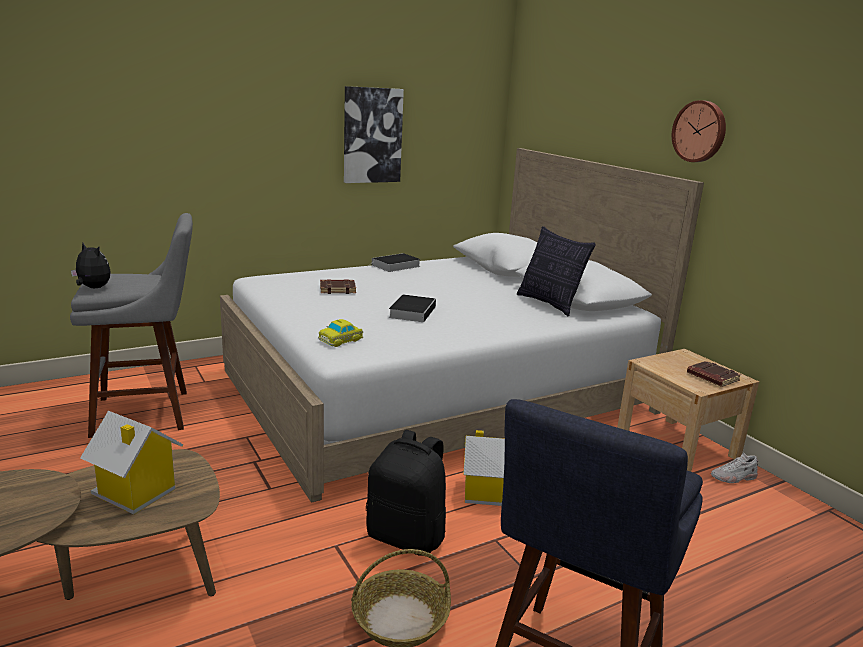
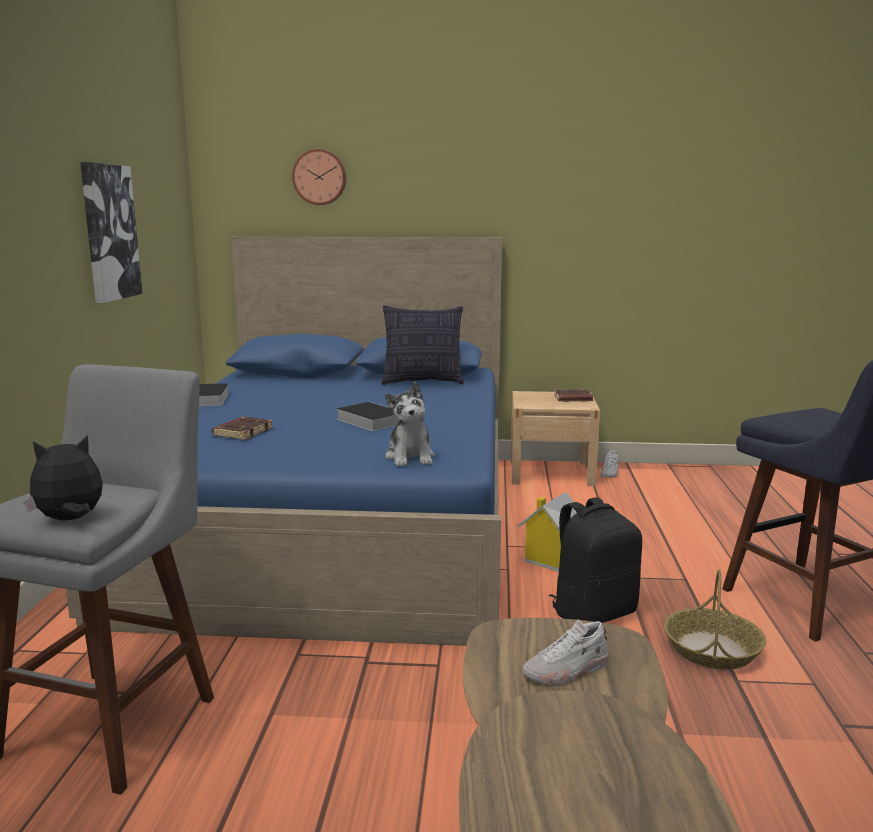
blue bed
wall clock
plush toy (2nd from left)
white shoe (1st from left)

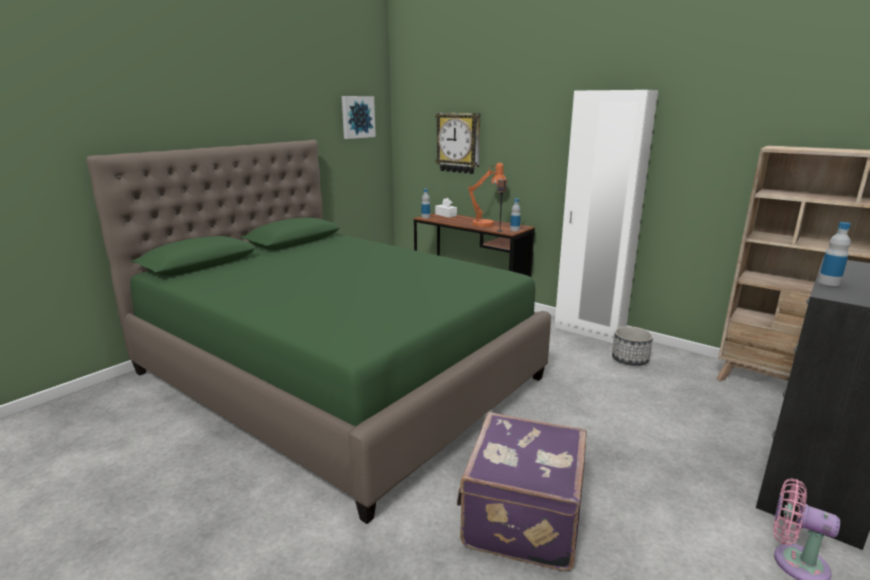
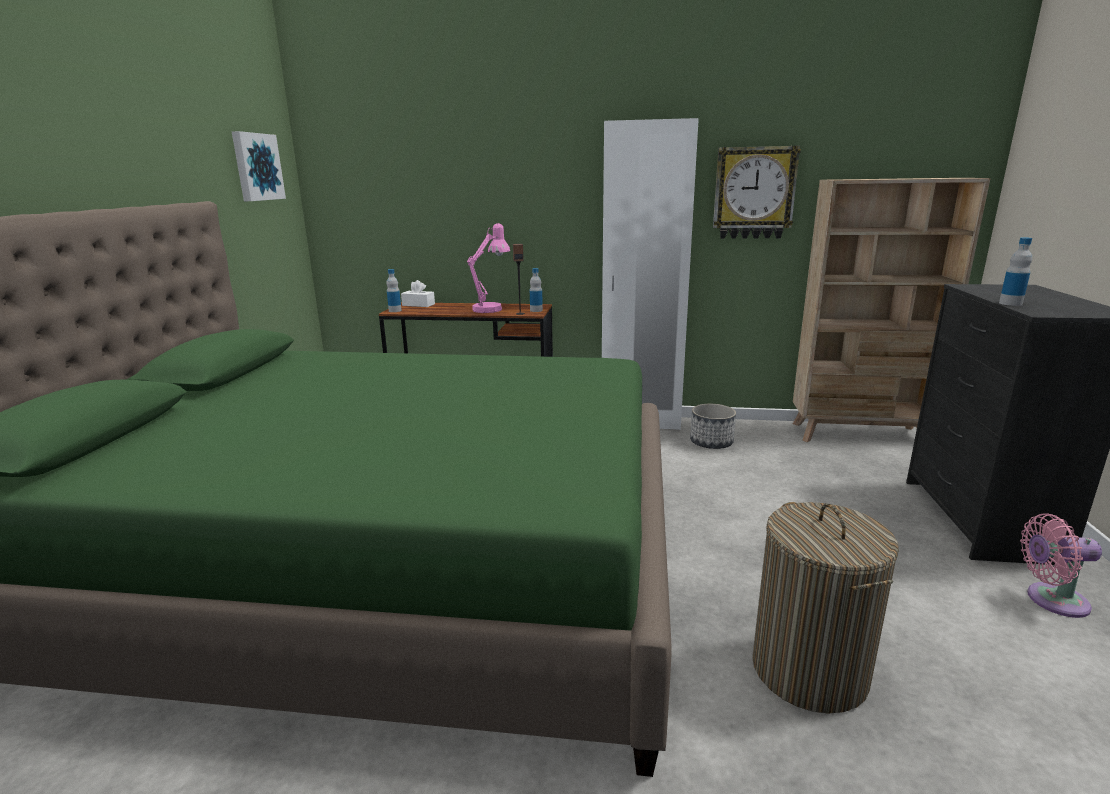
pink table lamp
wall clock
laundry basket

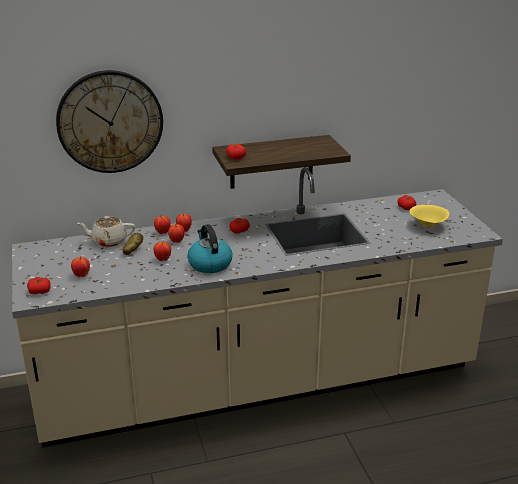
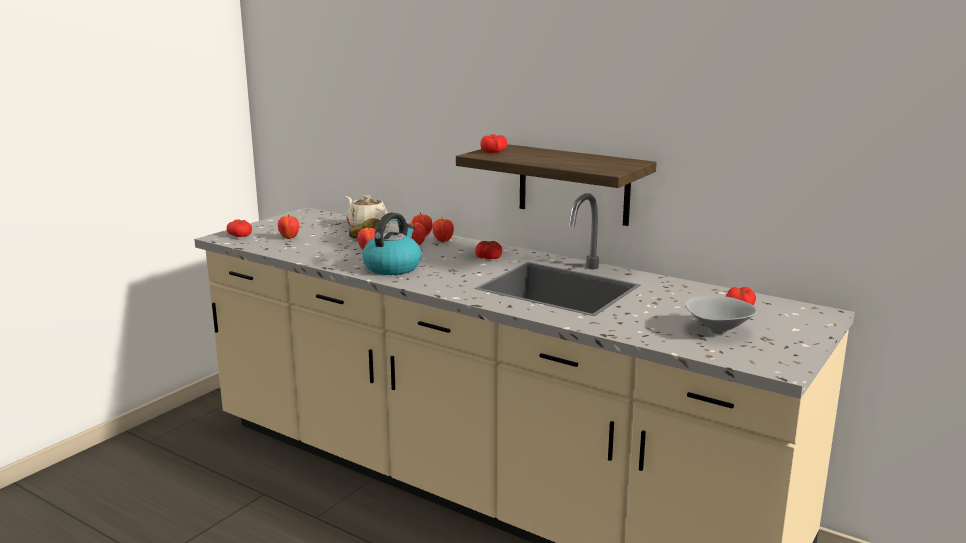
grey bowl
wall clock

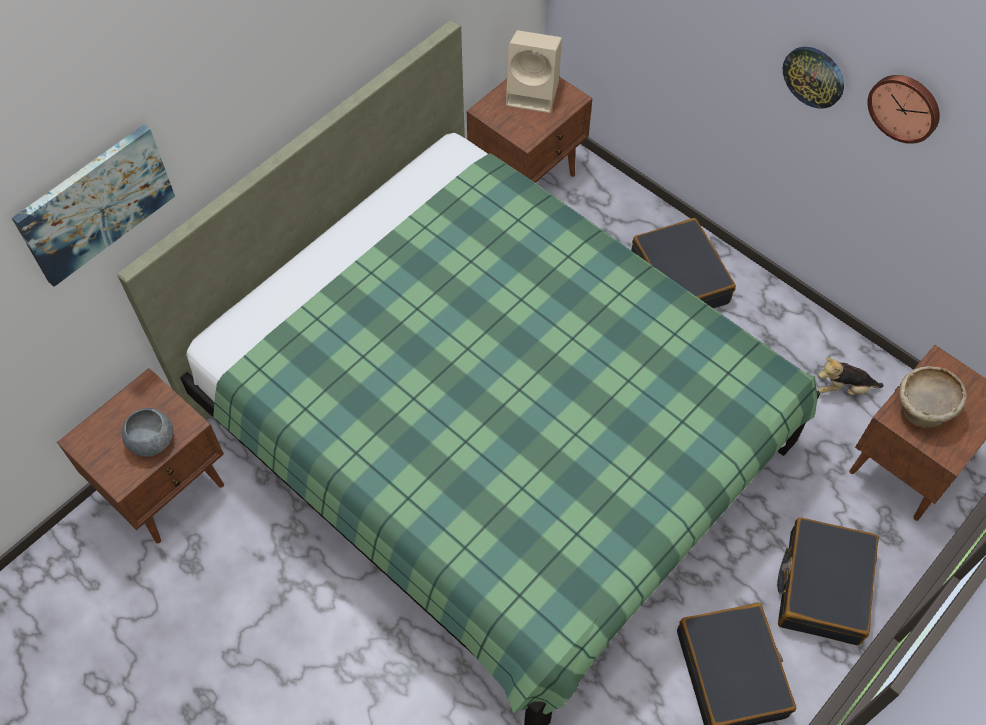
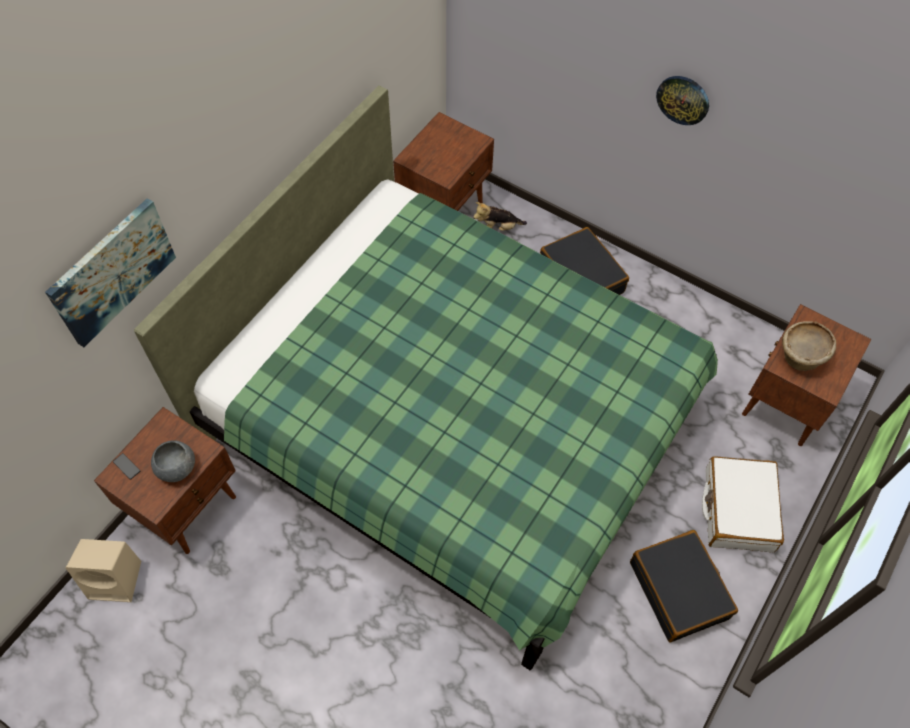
beige speaker
phone
plush toy
white suitcase
wall clock (2nd from left in the first image)

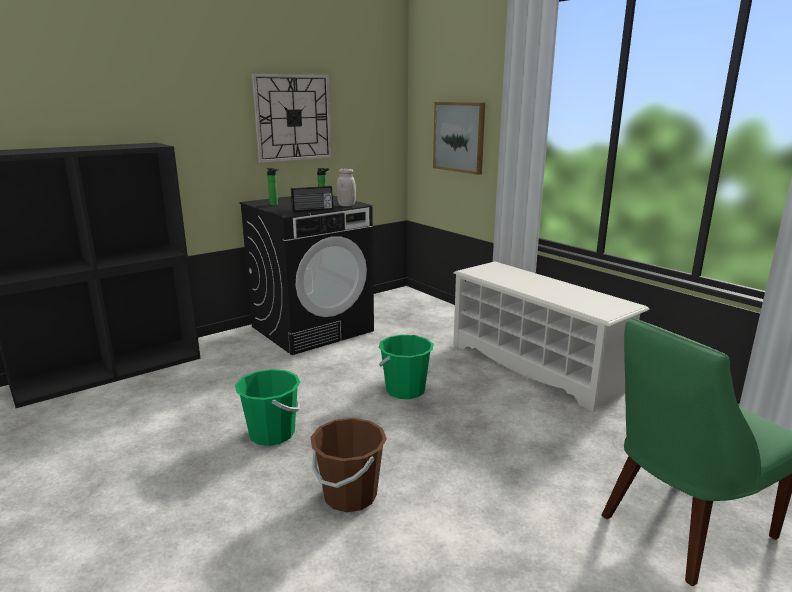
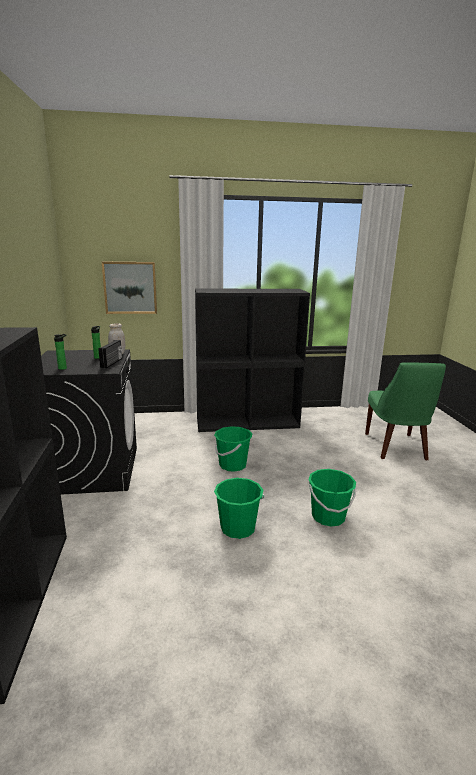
black bookcase (2nd from left)
green bucket (3rd from left)
wall clock

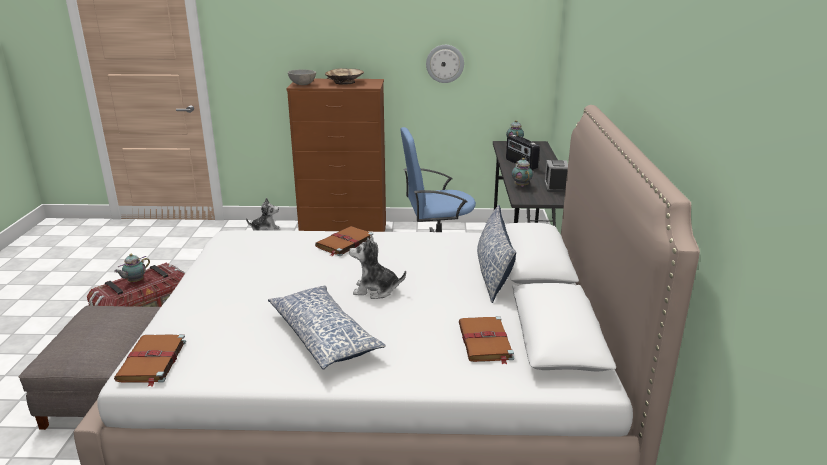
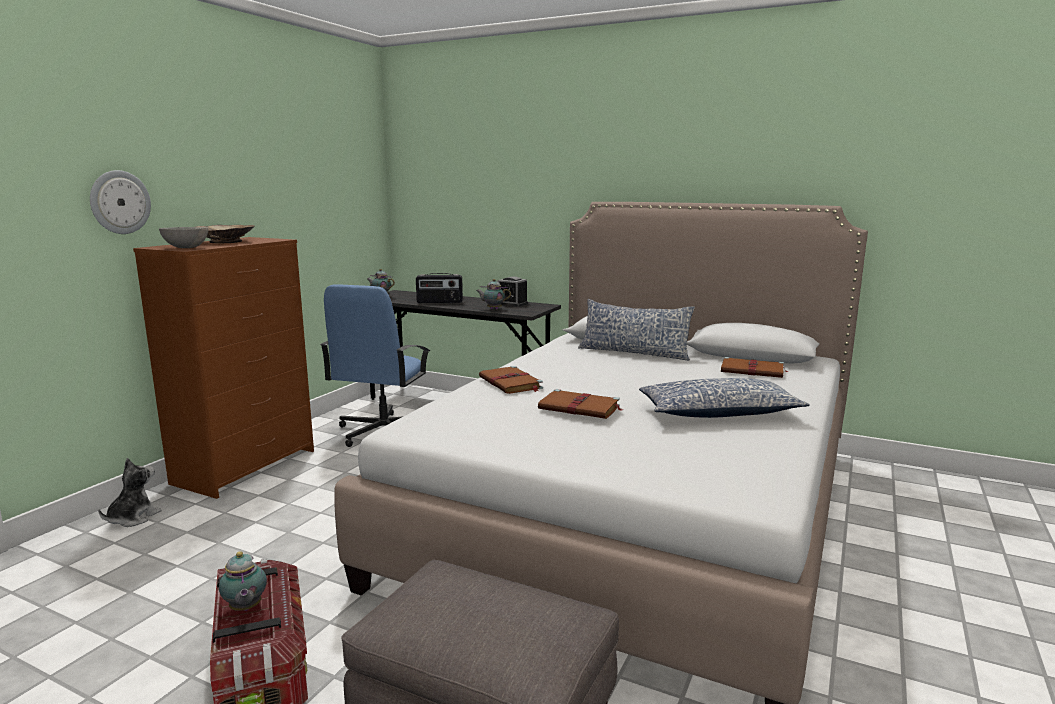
wall clock
brown book (2nd from left)
plush toy (2nd from left in the first image)

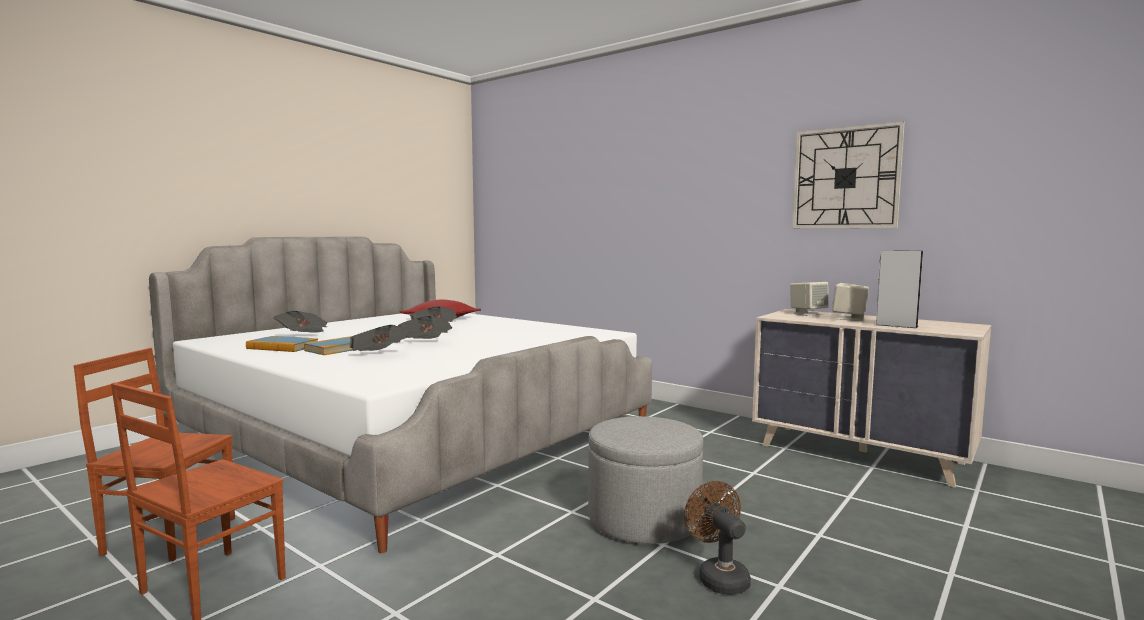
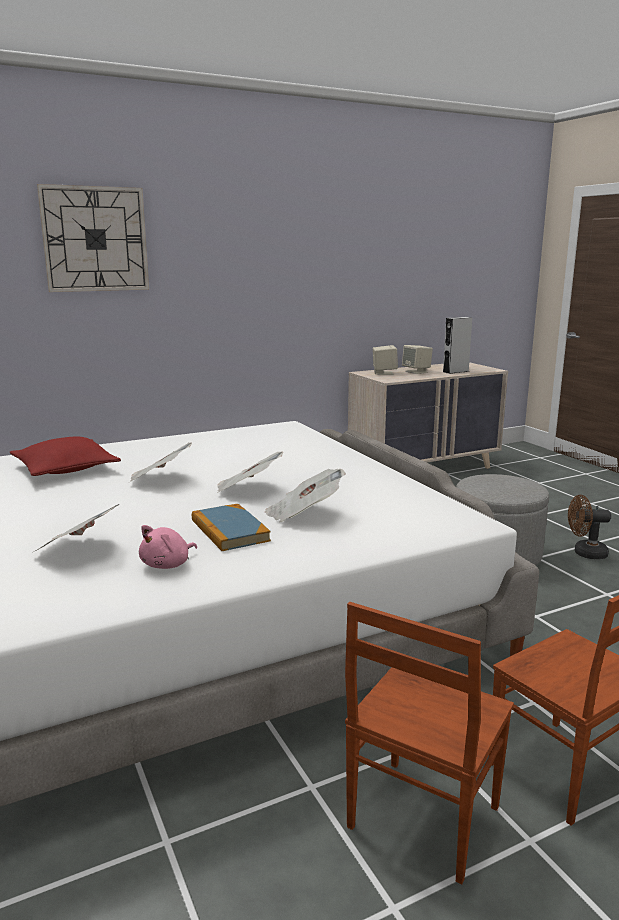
wall clock
pink plush toy

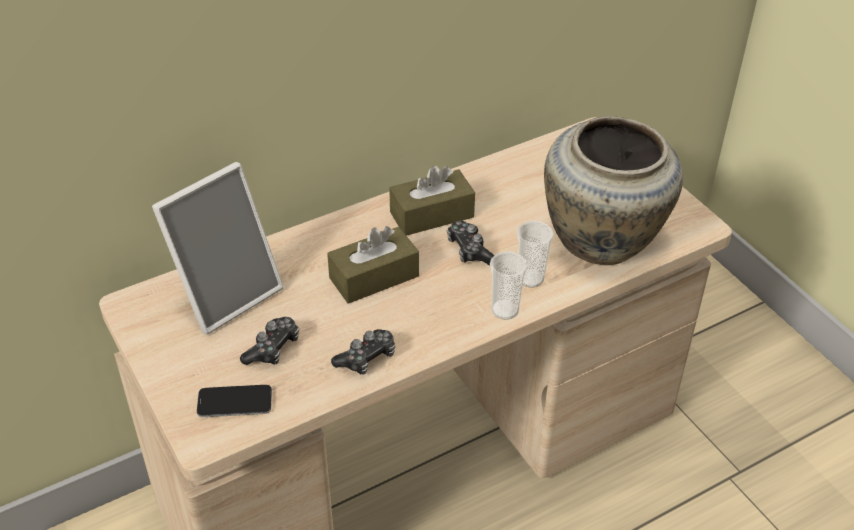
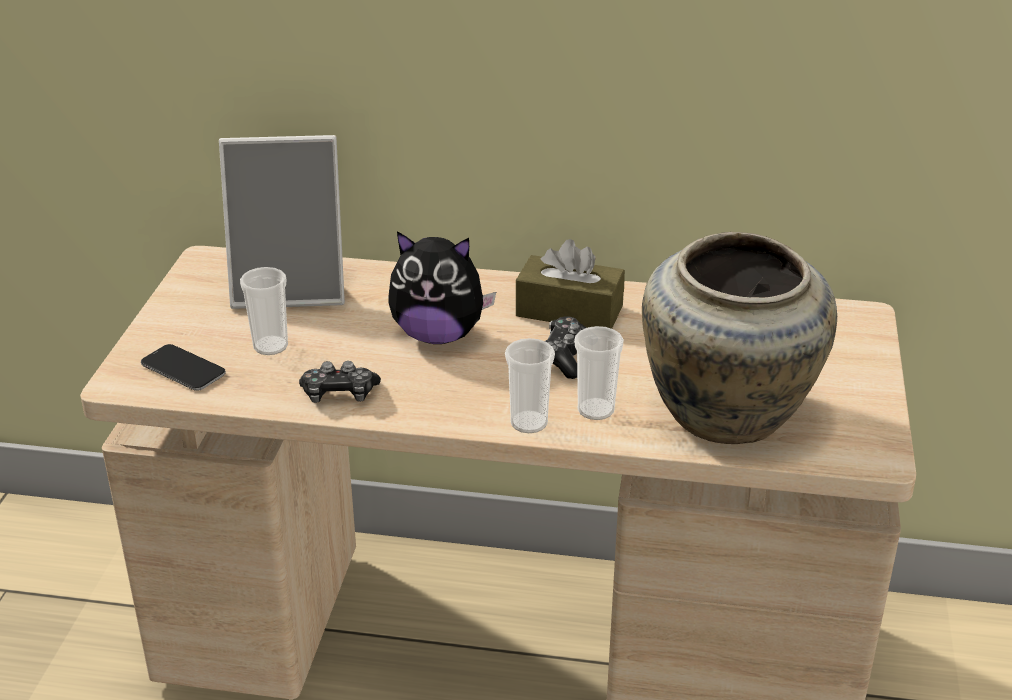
cup (1st from left)
plush toy

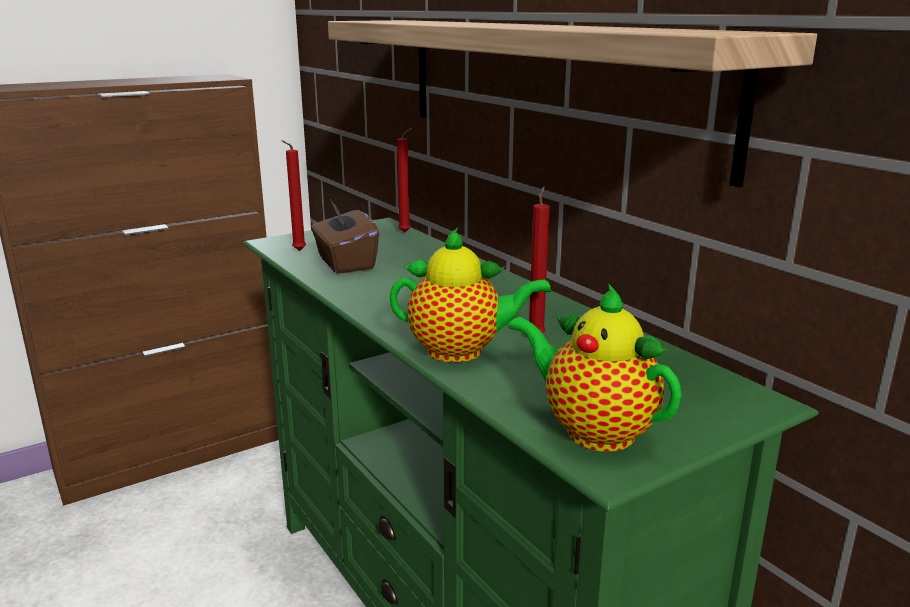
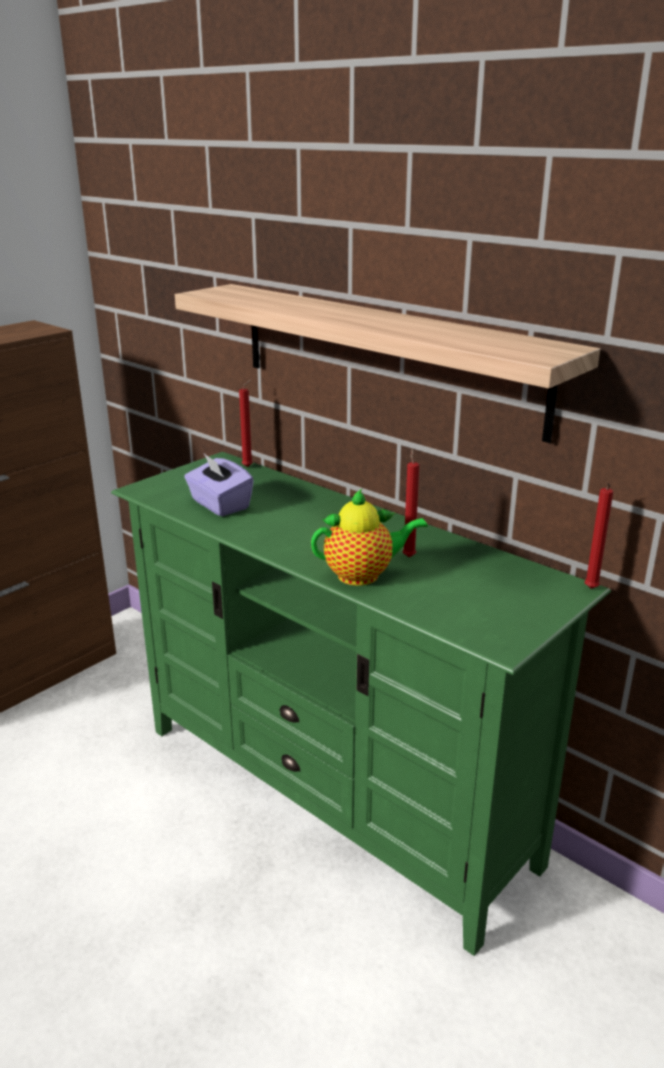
purple tissue box
red candle (3rd from left)
teapot (2nd from left in the first image)

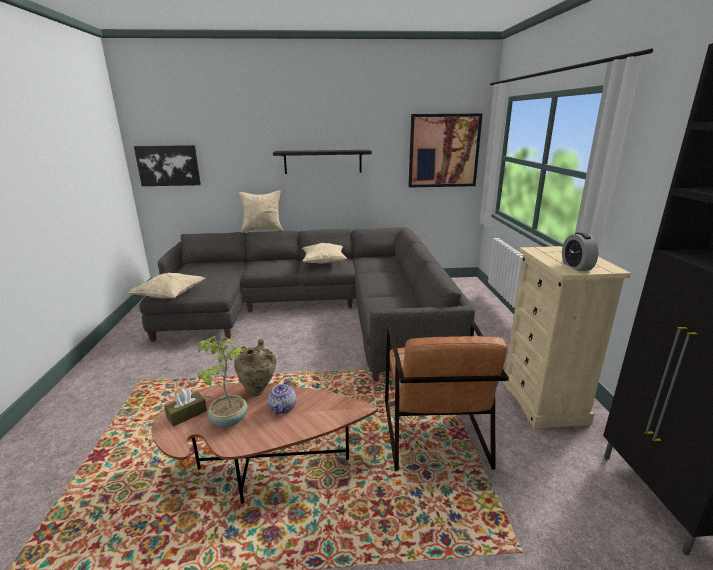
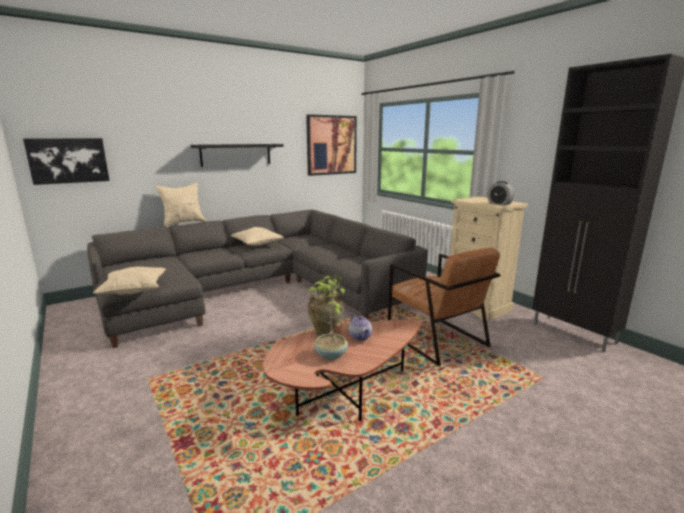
brown tissue box

